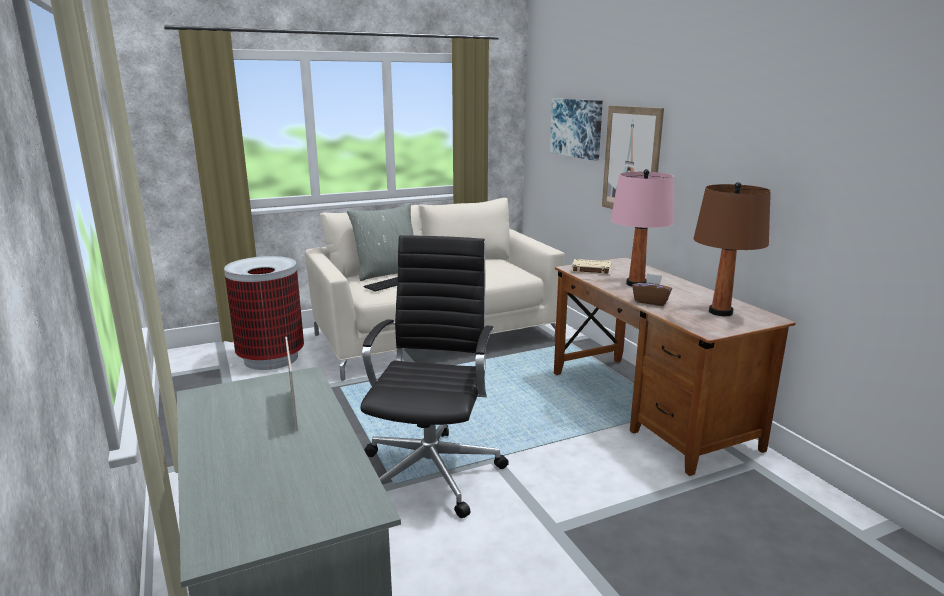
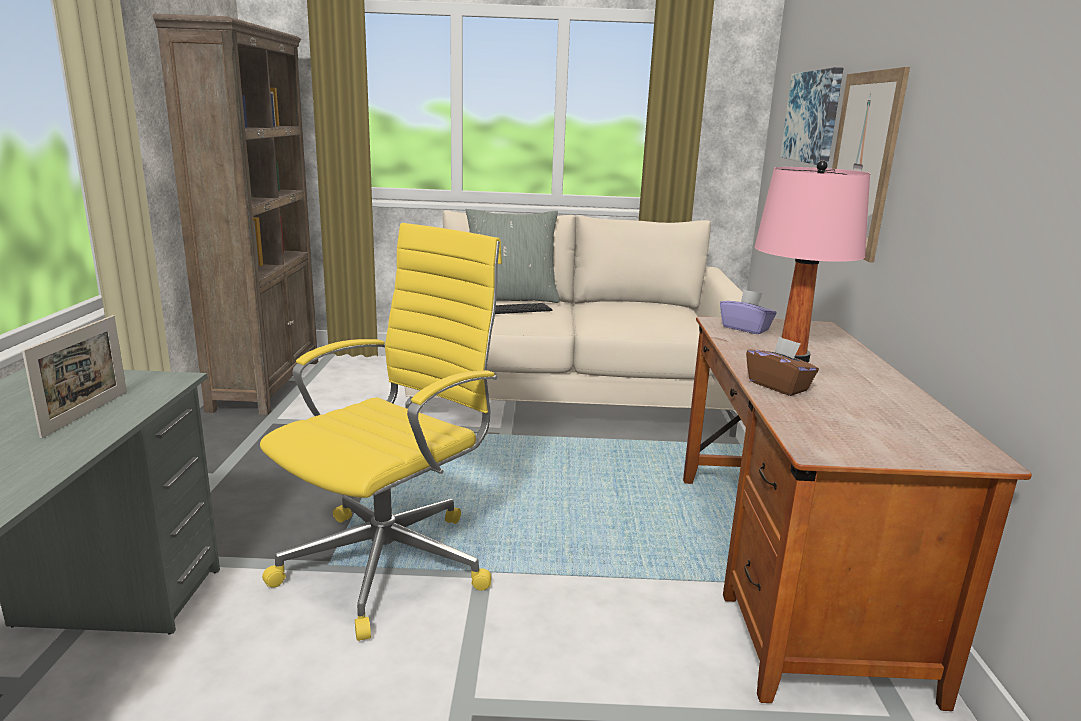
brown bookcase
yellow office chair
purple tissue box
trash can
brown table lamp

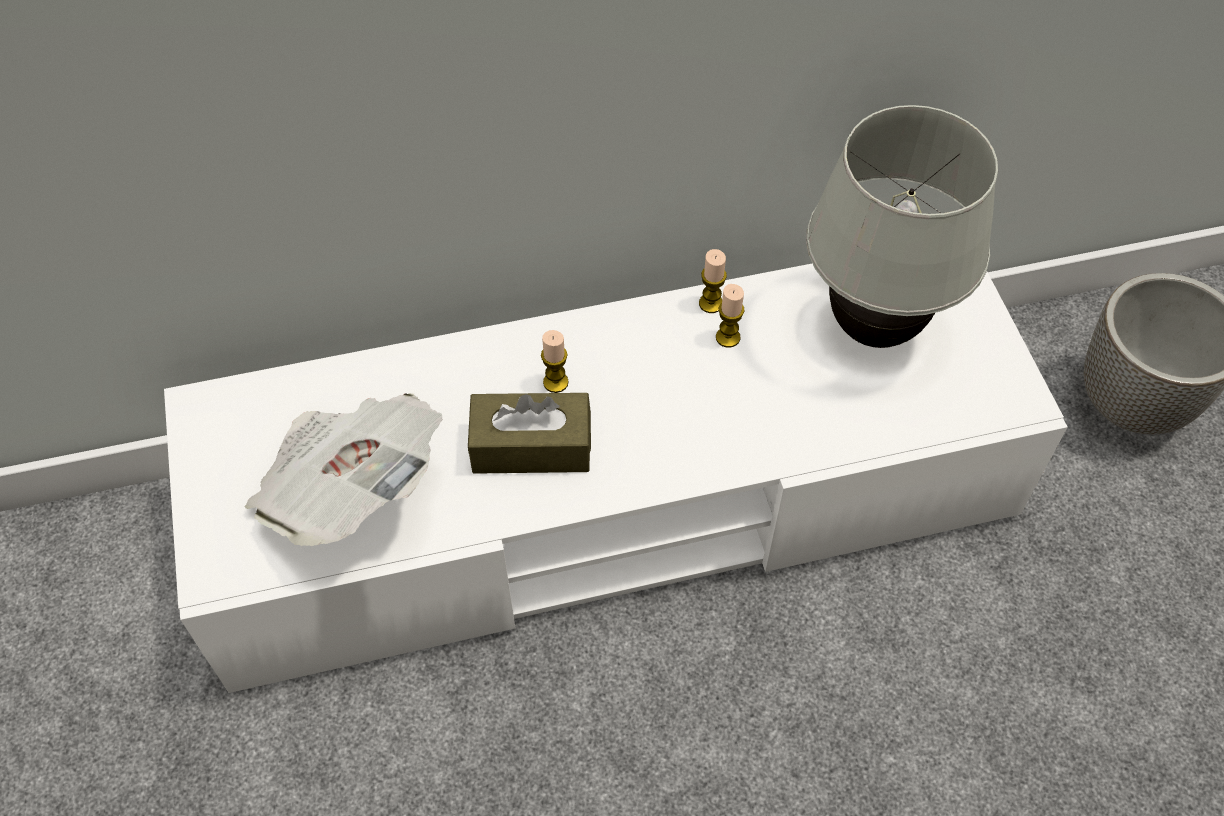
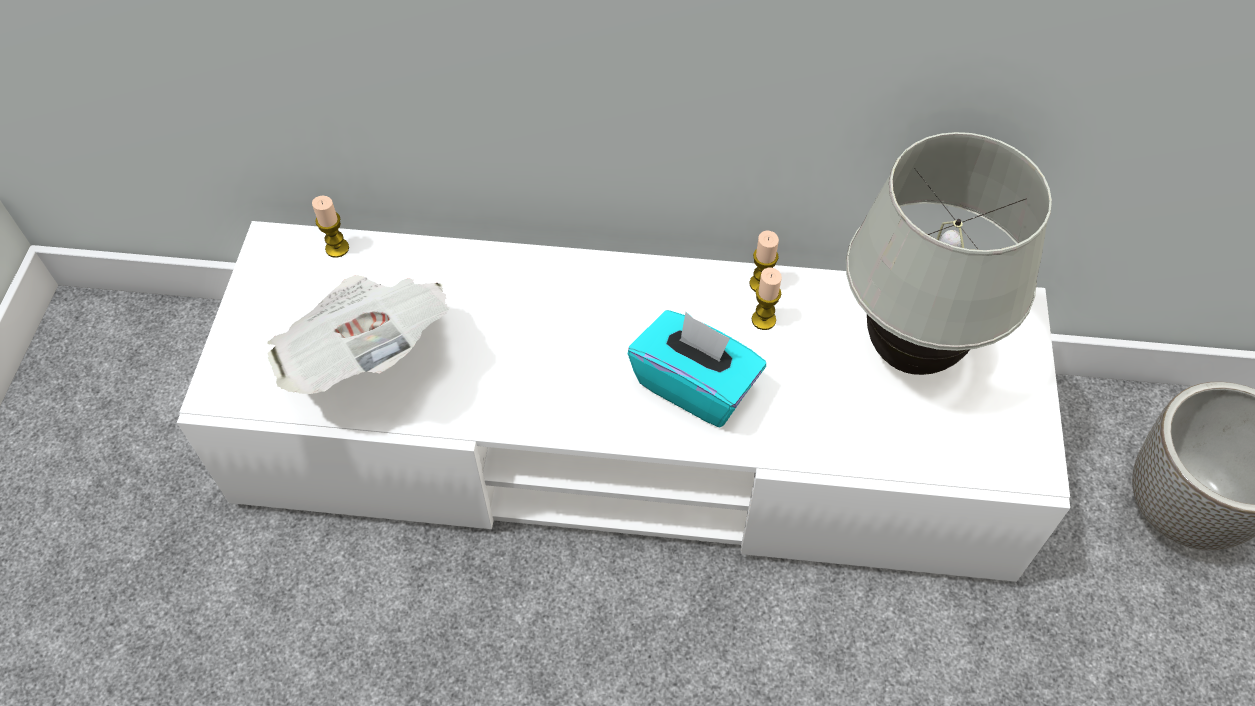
candle (1st from left)
turquoise tissue box
brown tissue box

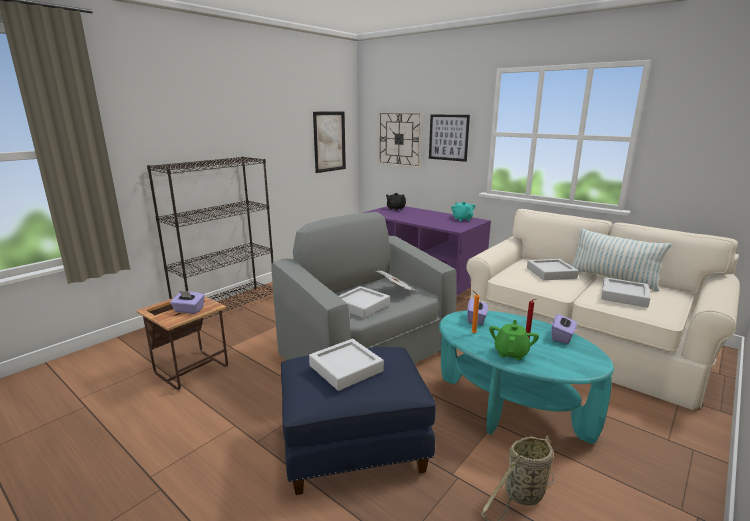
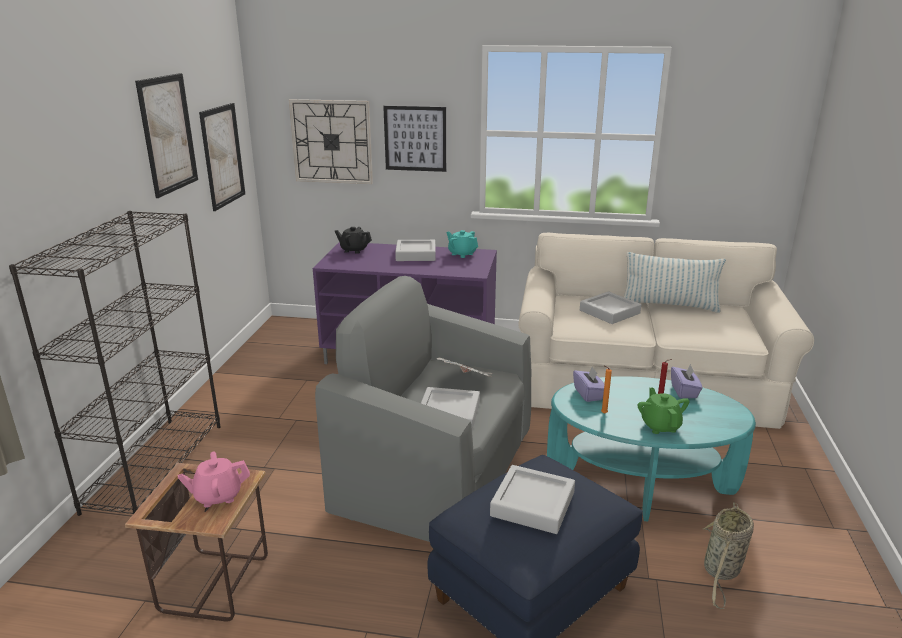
picture (1st from left)
pink teapot
grey tray (1st from left)

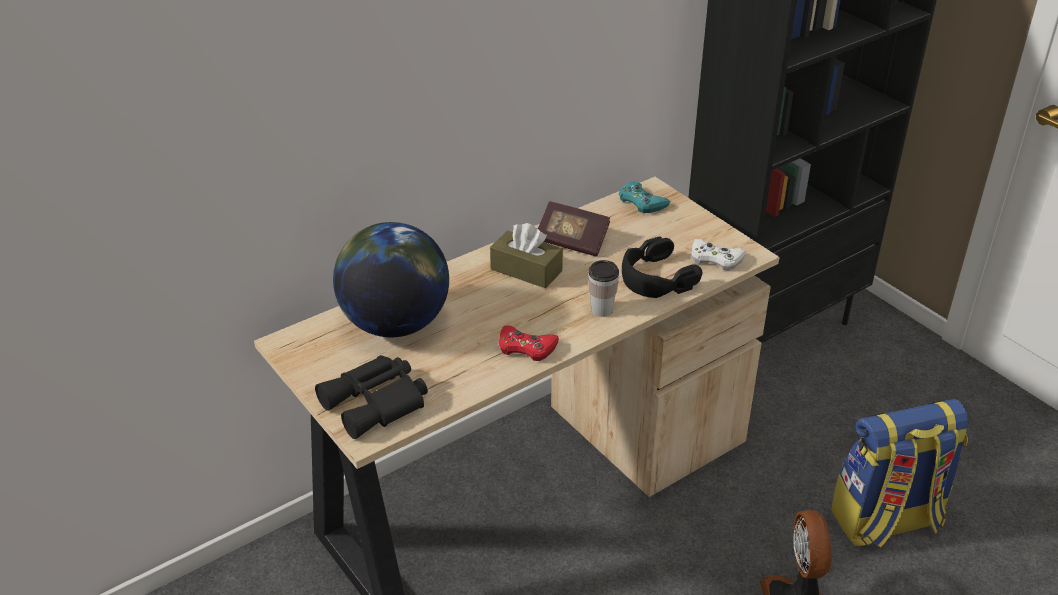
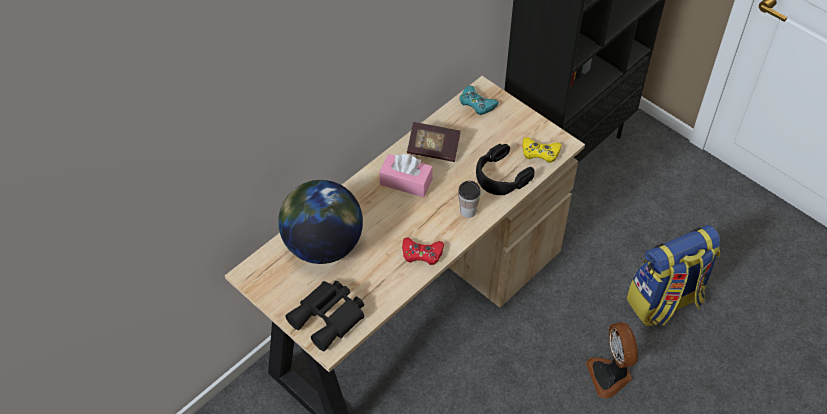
pink tissue box
yellow game controller

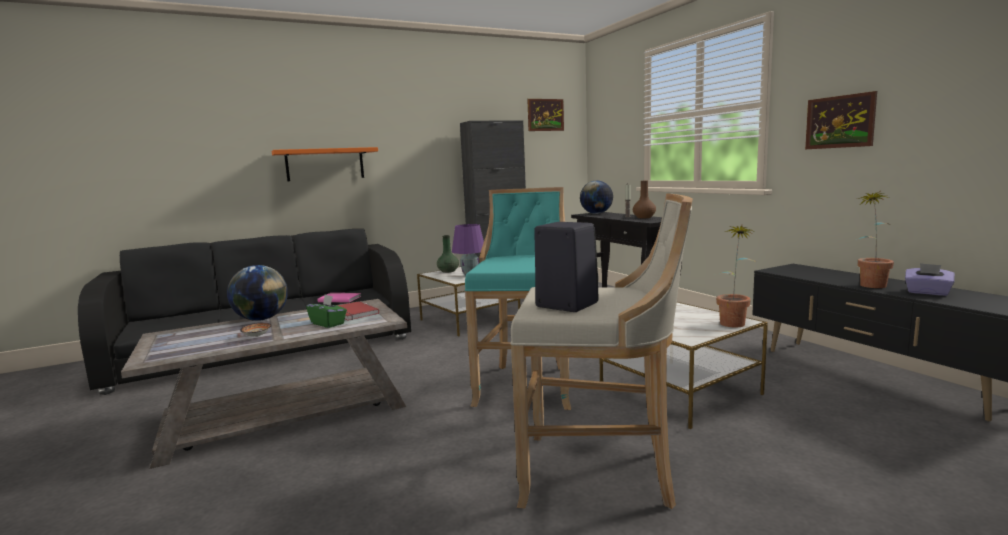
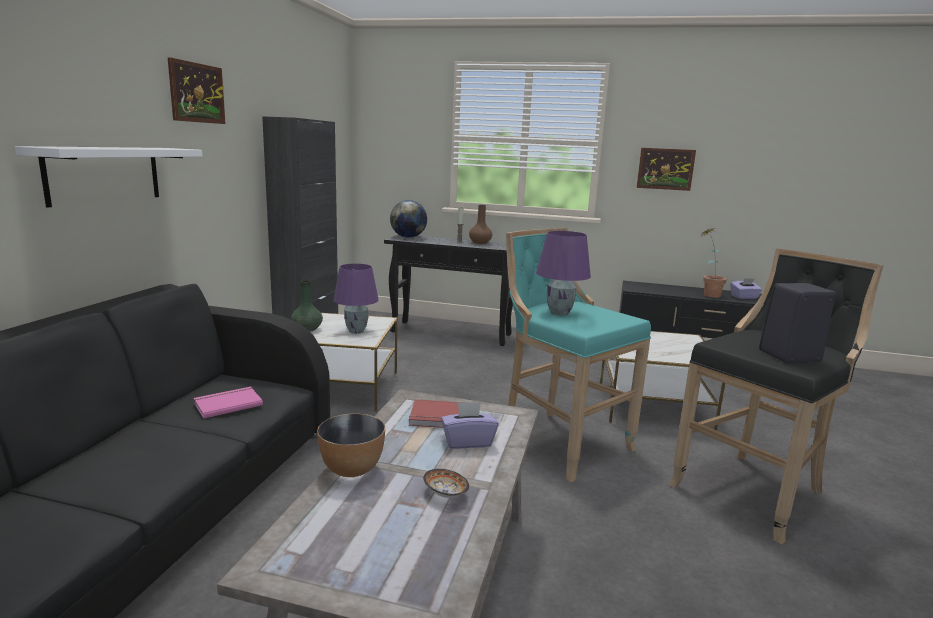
white shelf
picture (1st from left)
bowl (1st from left)
purple tissue box (1st from left)
purple table lamp (2nd from left)
black stool
potted plant (1st from left in the first image)

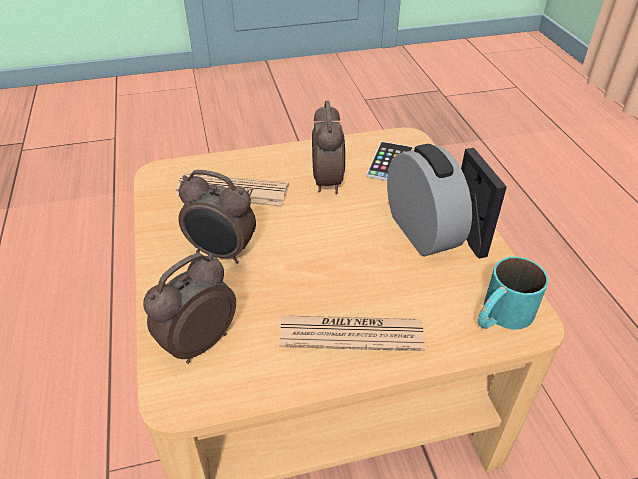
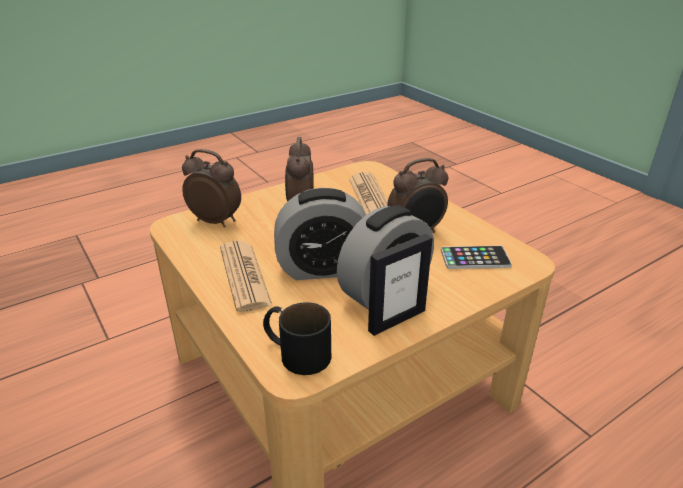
black mug
alarm clock (3rd from left)

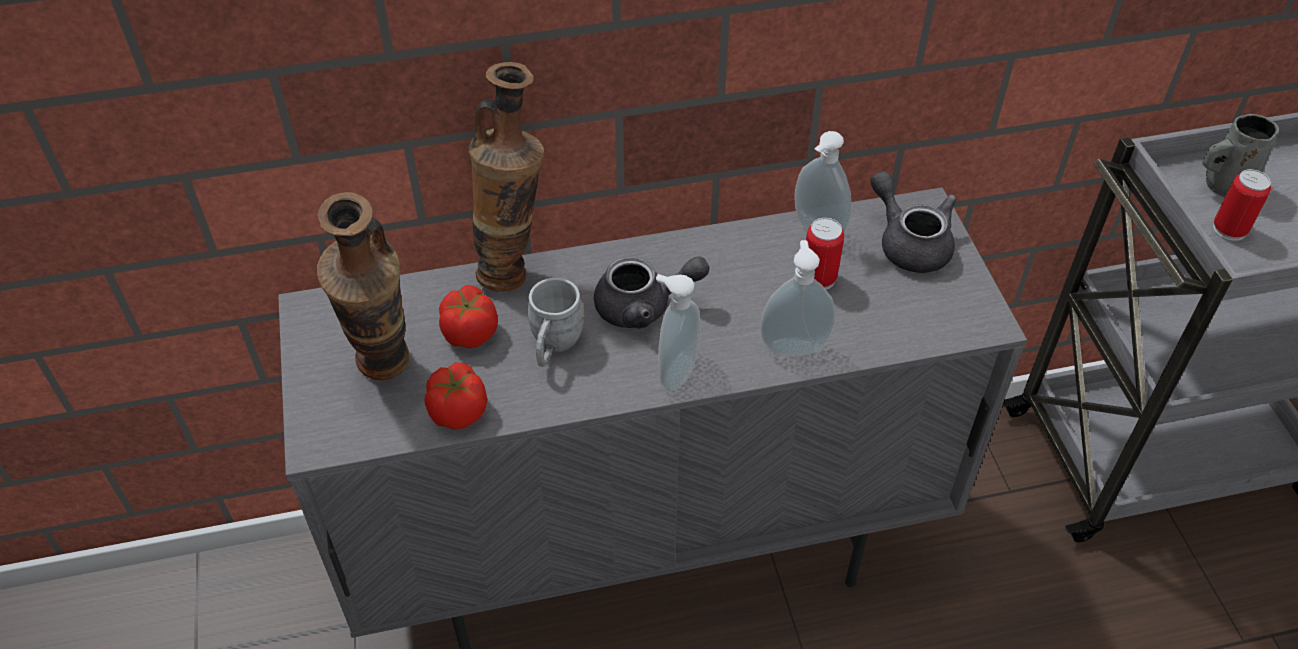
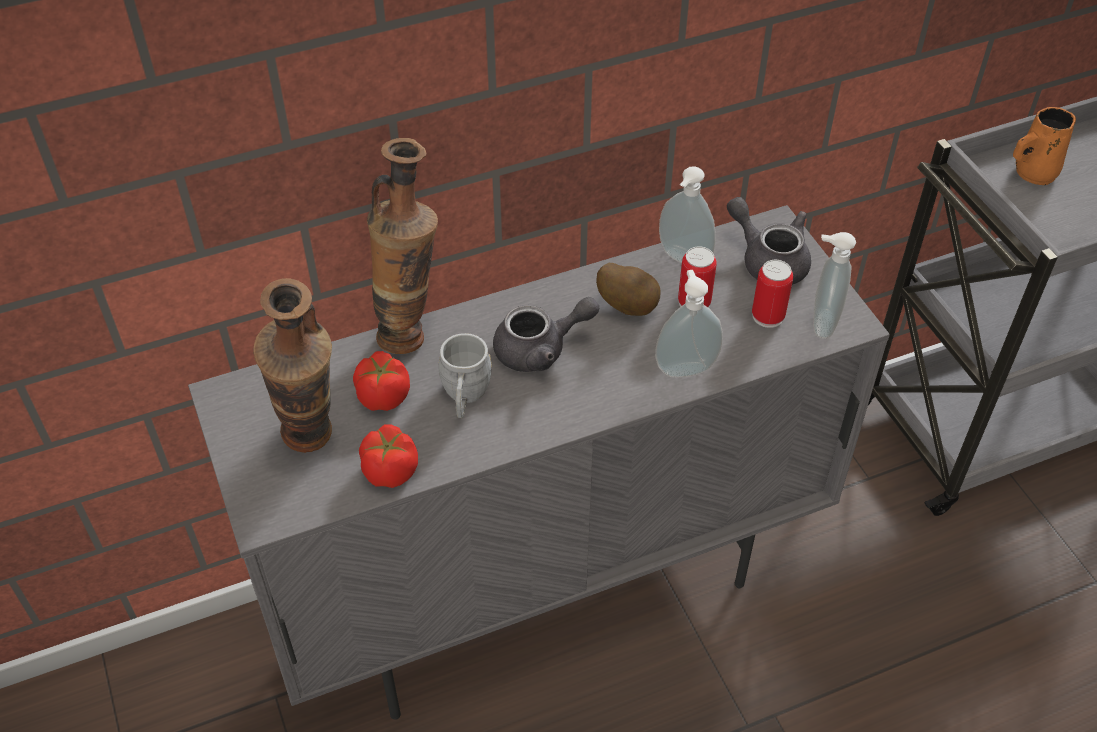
potato
can (2nd from left)
soap dispenser (3rd from left)
orange mug

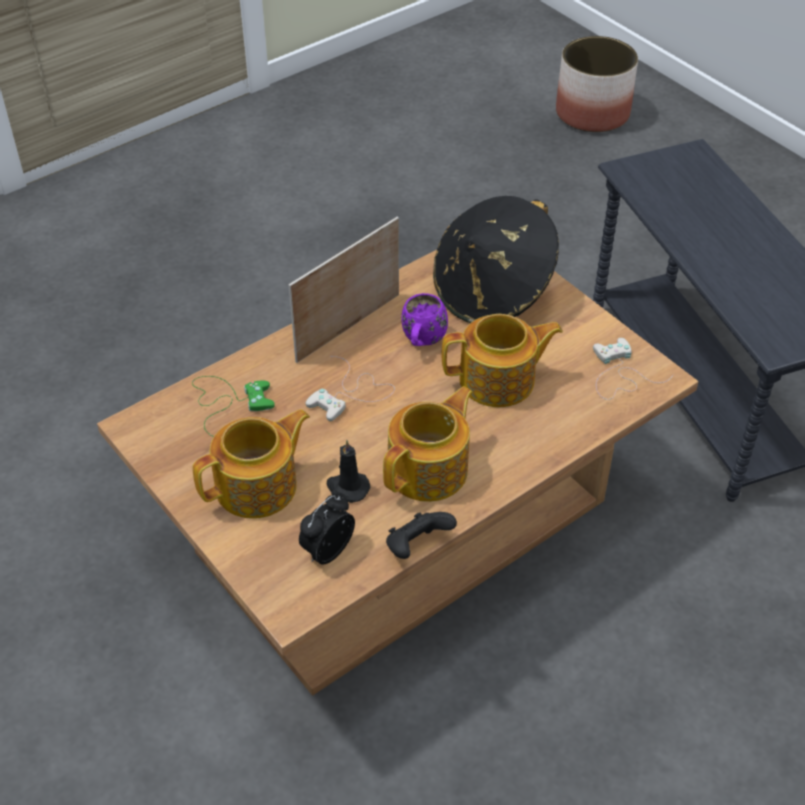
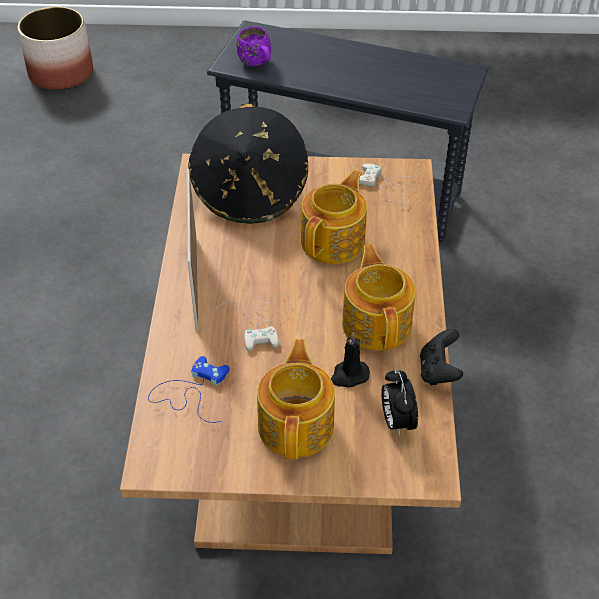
blue game controller
purple mug

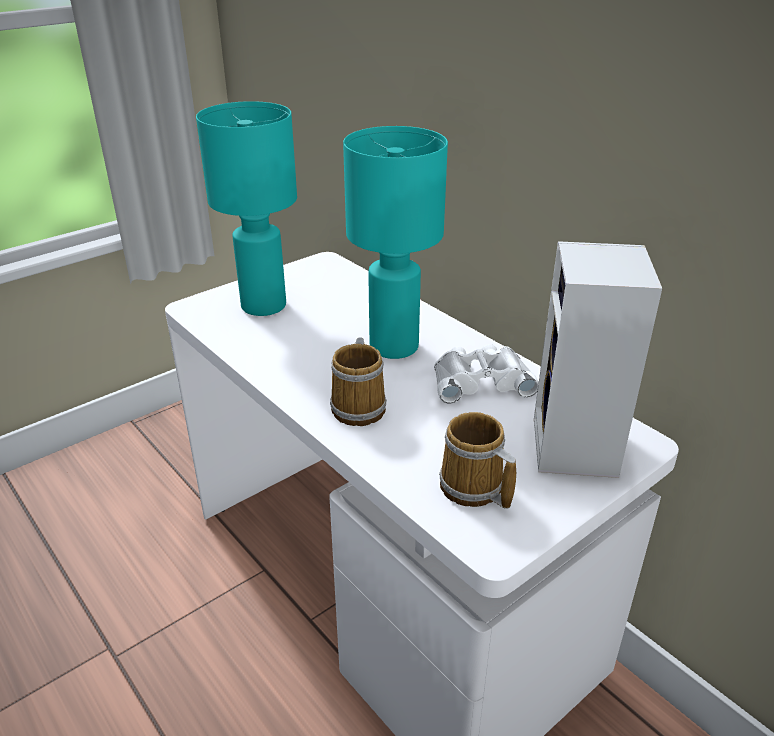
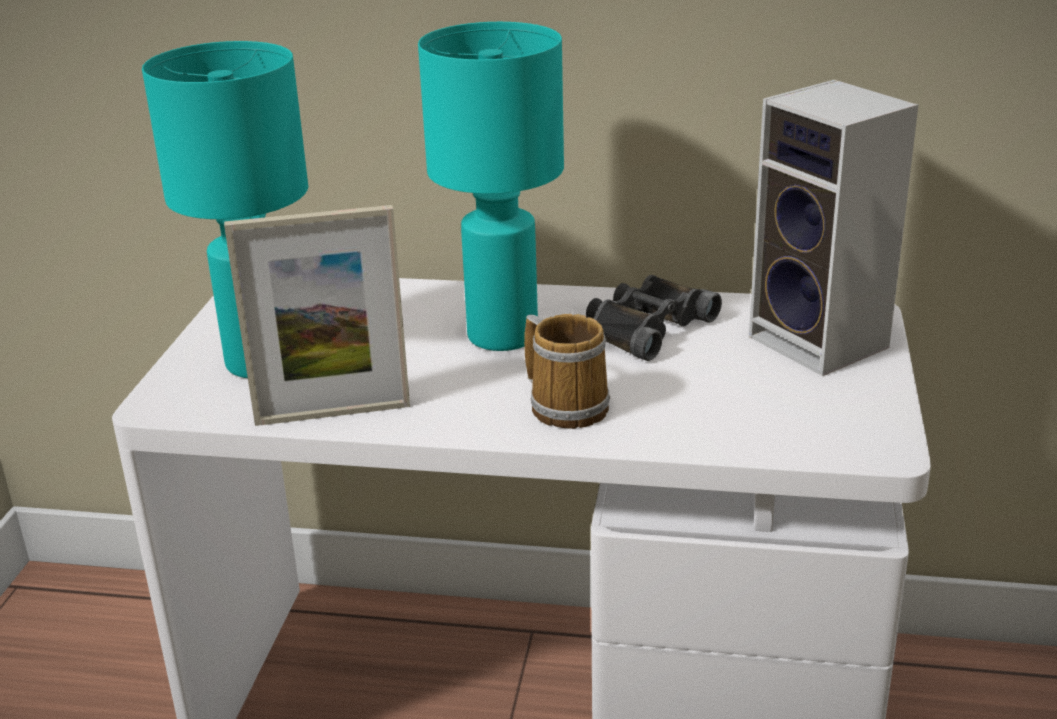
picture frame
black binoculars
mug (2nd from left in the first image)

